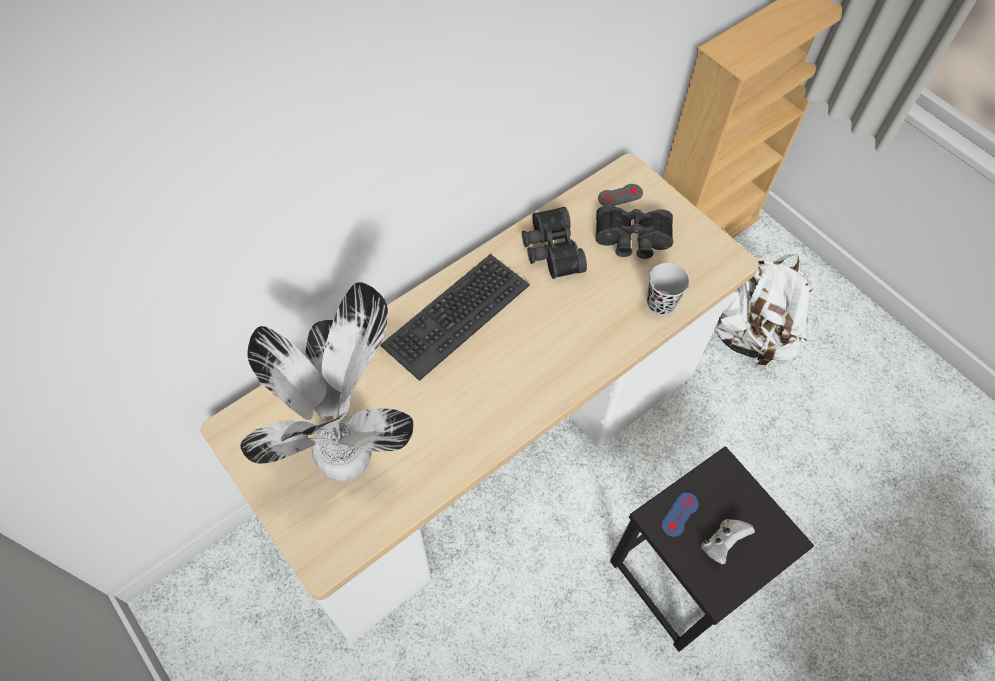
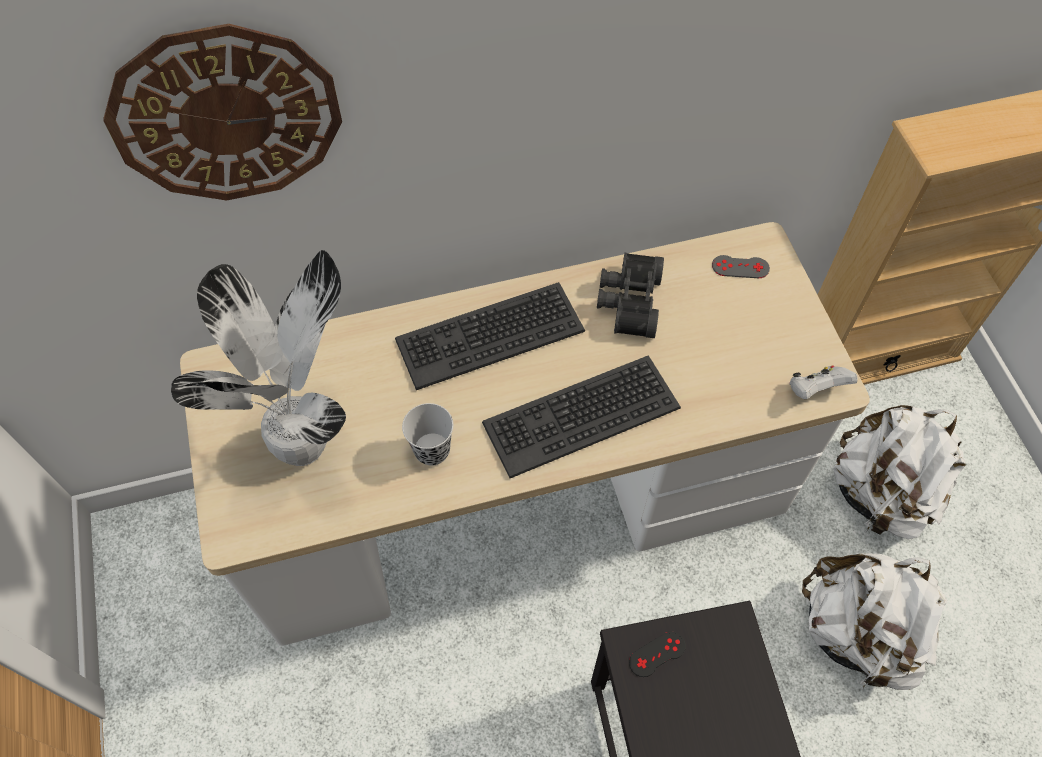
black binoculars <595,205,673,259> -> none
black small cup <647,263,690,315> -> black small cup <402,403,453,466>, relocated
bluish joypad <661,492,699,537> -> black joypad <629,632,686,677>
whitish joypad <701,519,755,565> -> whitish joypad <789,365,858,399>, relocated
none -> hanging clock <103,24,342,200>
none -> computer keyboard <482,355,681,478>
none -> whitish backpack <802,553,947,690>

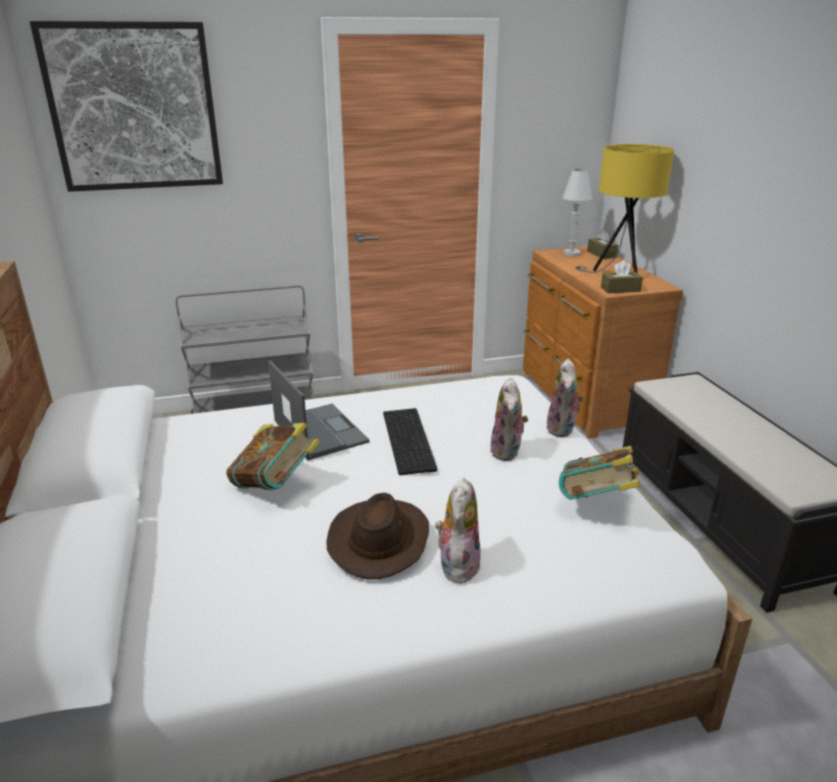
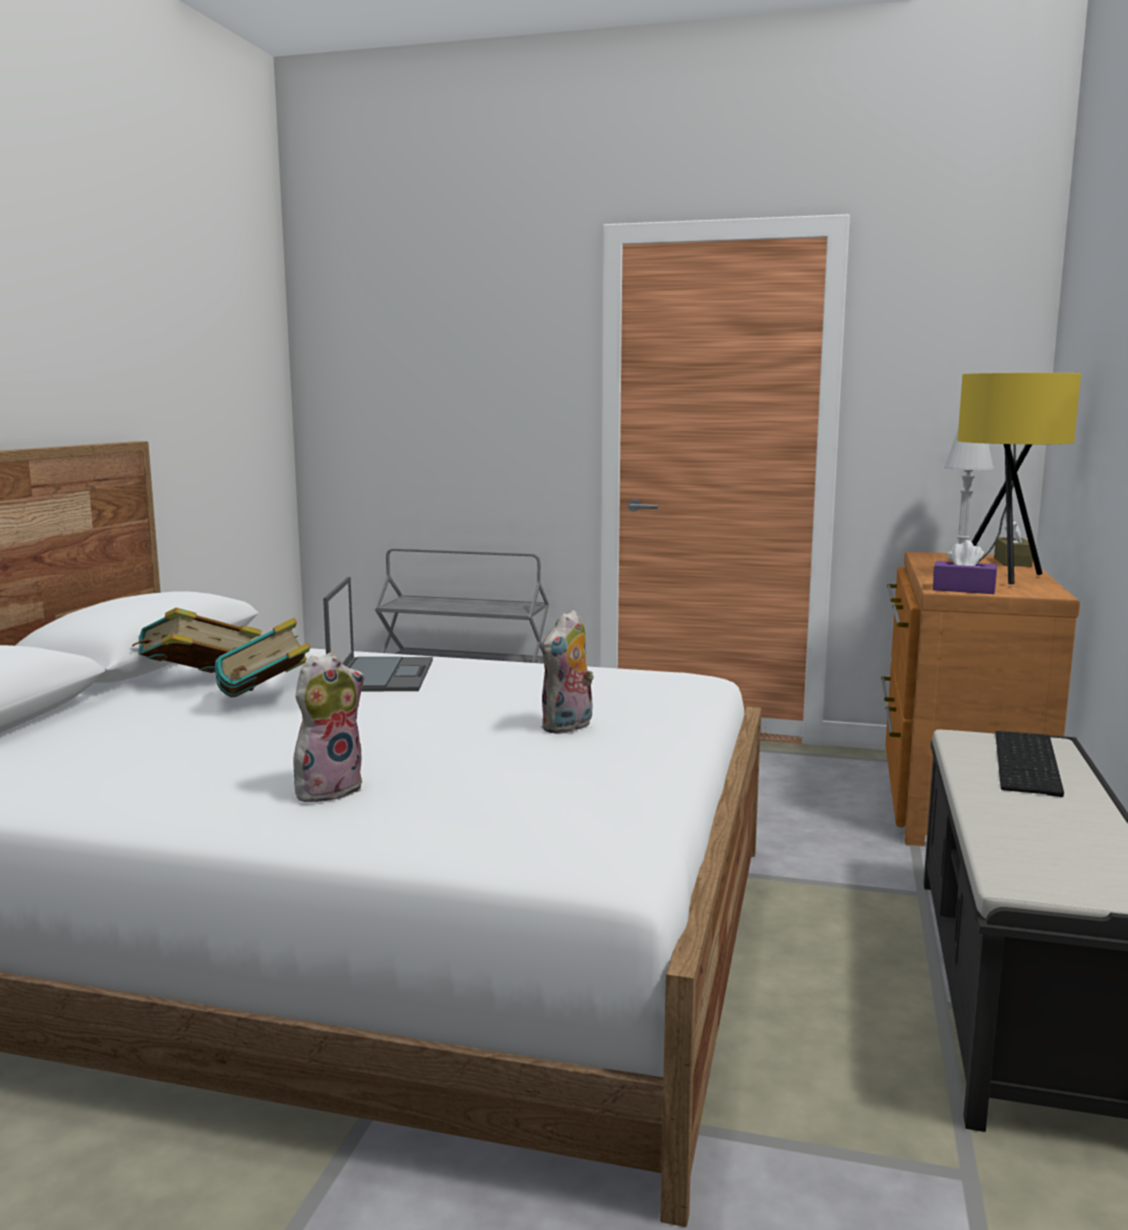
picture <30,21,223,192> -> none
brownish box of tissues <601,260,643,293> -> purple box of tissues <933,540,997,594>
soft toy <547,358,584,437> -> none
computer keyboard <383,408,437,475> -> computer keyboard <995,731,1064,797>, relocated
volume <559,446,640,500> -> volume <132,607,261,673>, relocated
brownish wearable hat <327,493,429,580> -> none

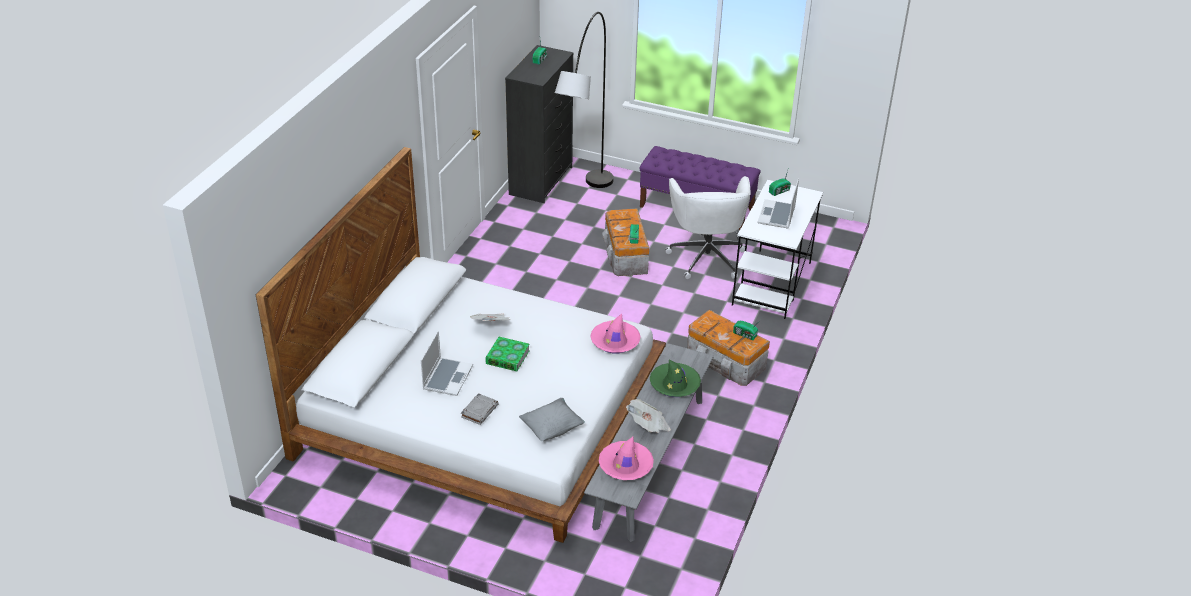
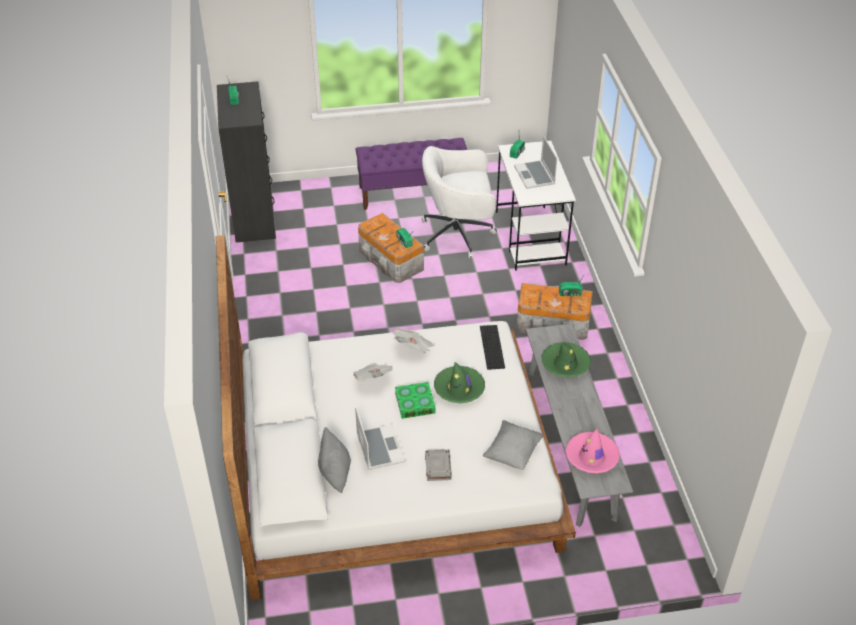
greyish standing lamp <555,12,614,188> -> none
whitish computer chair <665,176,751,279> -> whitish computer chair <421,146,497,258>, 120 degrees clockwise
pink wearable hat <590,314,641,353> -> computer keyboard <480,325,505,370>
printed paper <626,399,671,433> -> printed paper <393,329,435,353>, relocated
none -> green wearable hat <434,362,485,403>
none -> greyish pillow <318,427,351,494>

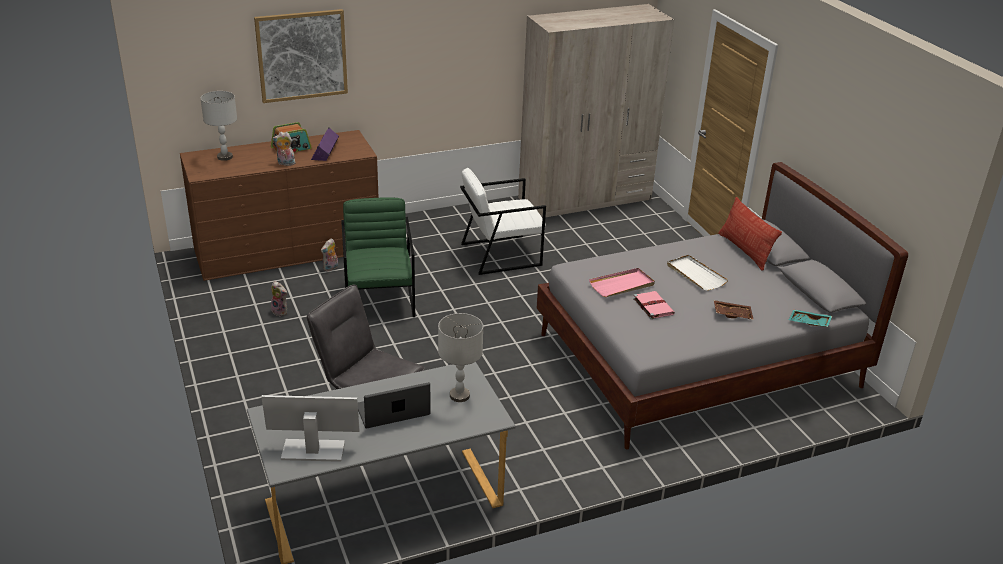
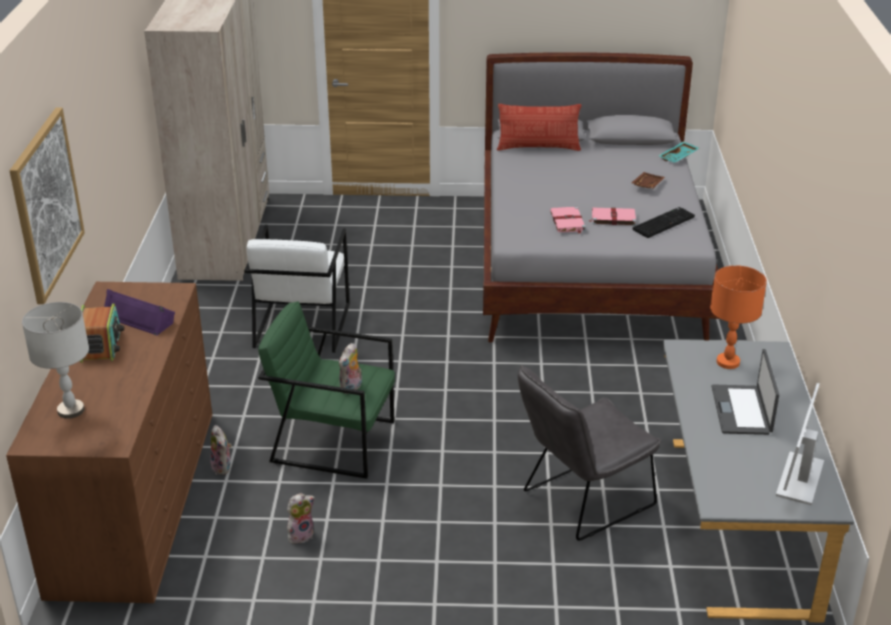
soft toy <273,132,296,166> -> soft toy <339,343,362,394>, relocated
whitish tray <667,255,728,291> -> none
pink tray <589,268,655,297> -> pink volume <550,207,586,234>
greyish tabletop lamp <438,313,483,402> -> orange tabletop lamp <710,265,767,369>
none -> computer keyboard <632,207,695,238>

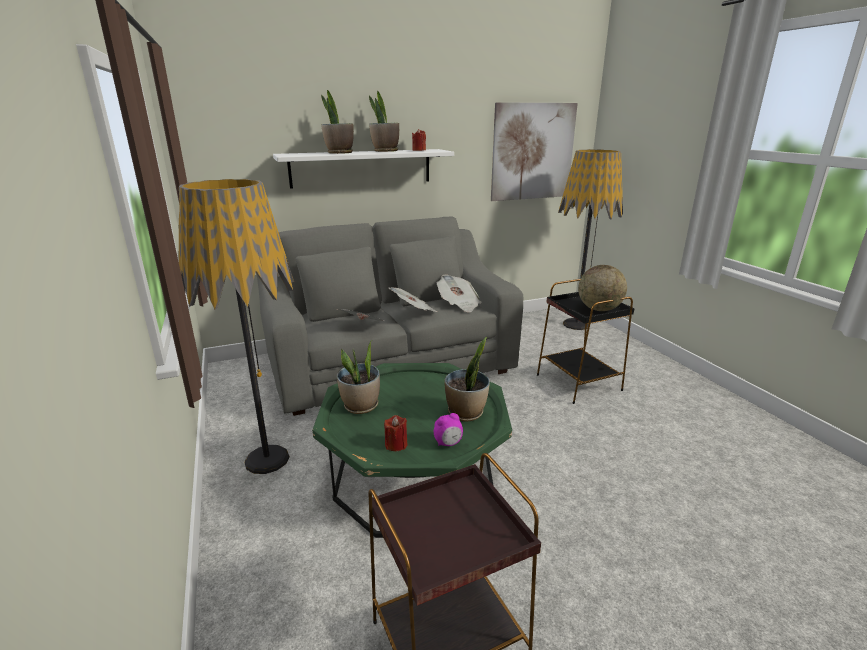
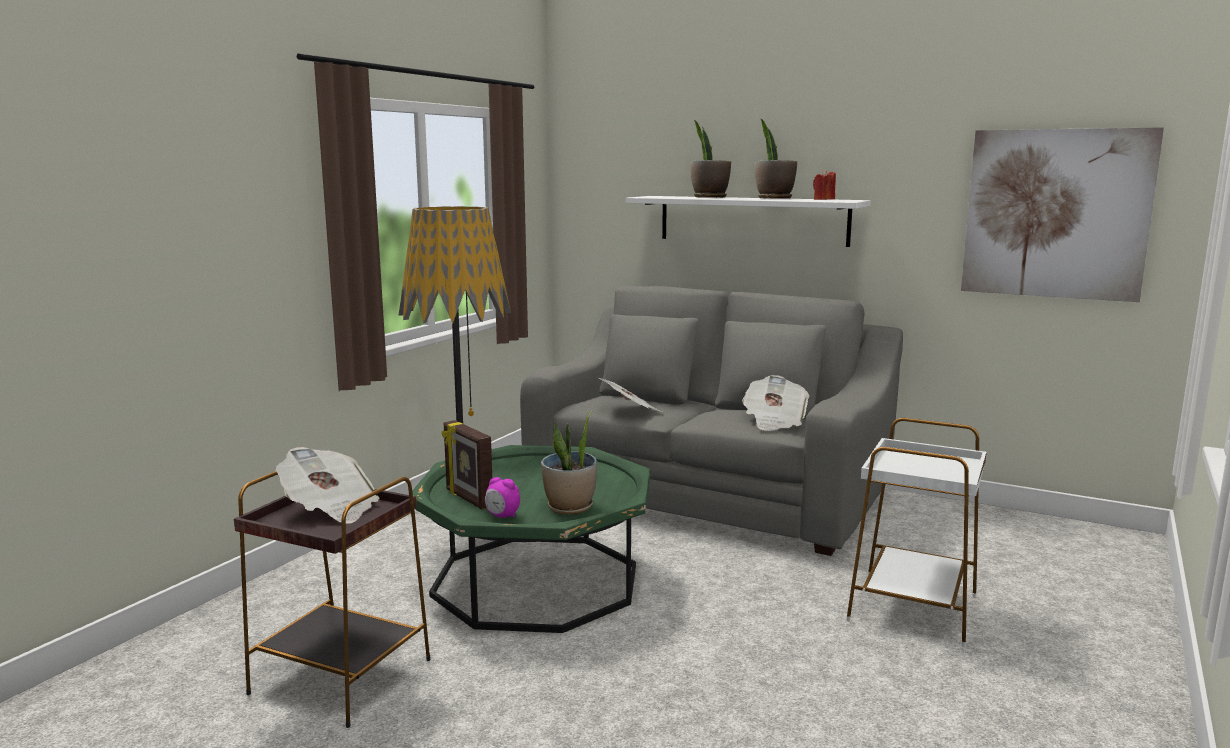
standing lamp <558,149,623,330> -> none
desk globe <578,265,627,311> -> none
black accent table <537,279,635,404> -> whitish accent table <846,418,987,647>
printed paper <389,287,438,312> -> printed paper <276,447,380,524>, relocated
plant in a pot <337,340,380,414> -> none
red-coloured candle <384,415,407,451> -> photo frame <442,420,492,509>

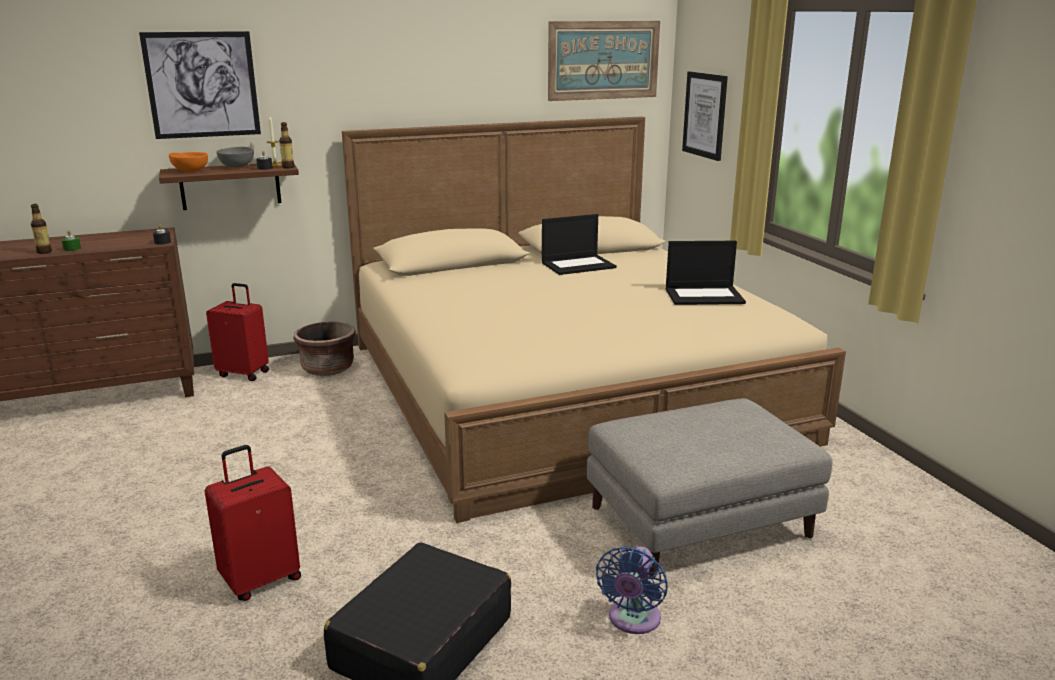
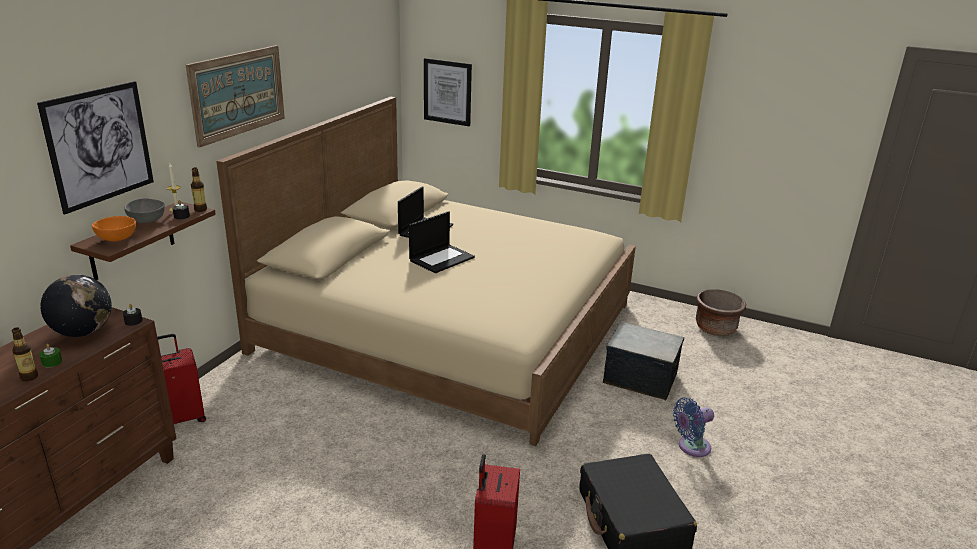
picture <548,21,660,101> -> picture <186,45,285,147>, relocated
laptop <666,241,746,305> -> laptop <409,211,475,273>, relocated
brownish flower pot <294,322,356,376> -> brownish flower pot <696,289,746,336>, relocated
greyish pouffe <587,398,832,578> -> storage box <603,322,684,400>
bluish cooling fan <596,546,668,634> -> bluish cooling fan <673,397,714,457>, 90 degrees clockwise
none -> desk globe <40,275,112,337>

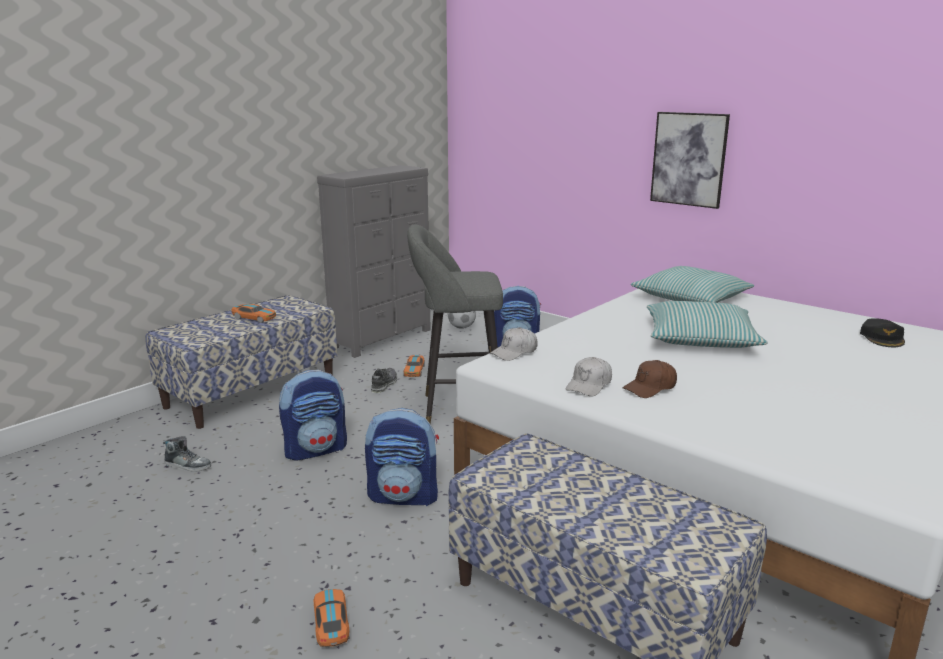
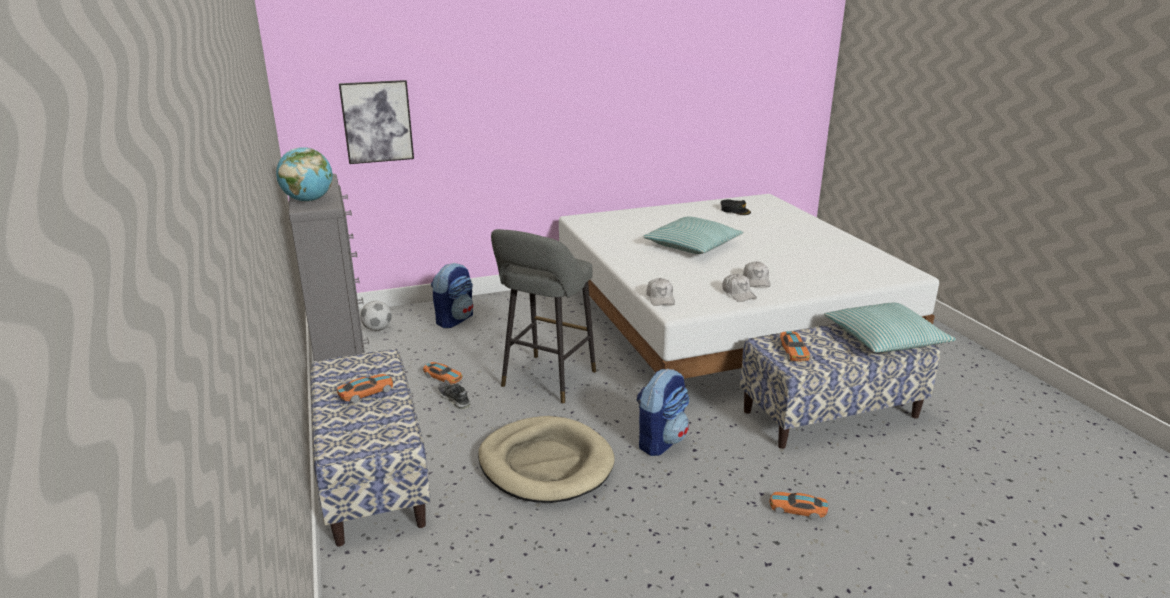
picture <650,112,730,209> -> picture <339,80,414,164>, relocated
pillow <631,266,754,303> -> pillow <824,303,956,353>, relocated
brownish cap <623,360,677,398> -> whitish cap <743,261,770,287>
backpack <279,370,347,461> -> sand-coloured dog cushion <478,416,615,503>
shoe <163,436,211,471> -> none
none -> desk globe <276,147,333,202>
none -> miniature car <779,331,810,362>

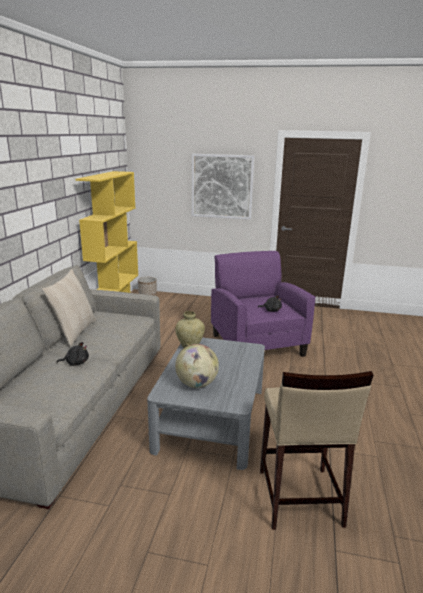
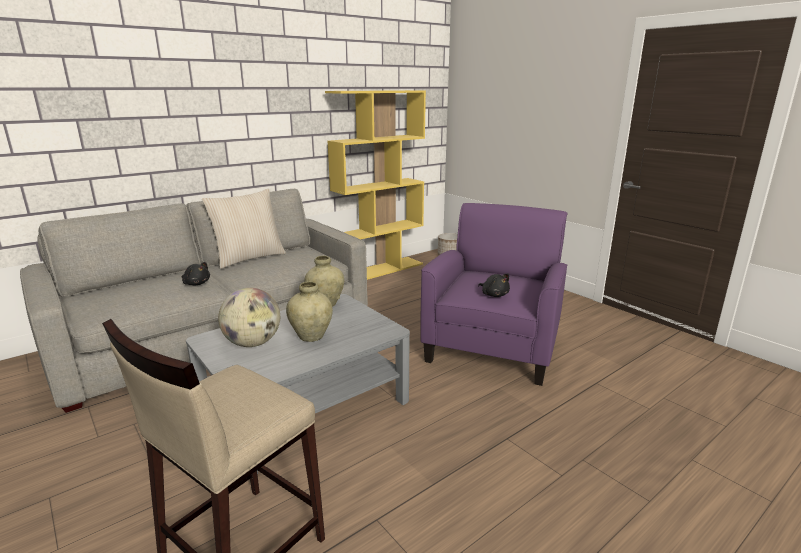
picture <192,154,254,220> -> none
none -> sand-coloured vase <286,282,333,342>

